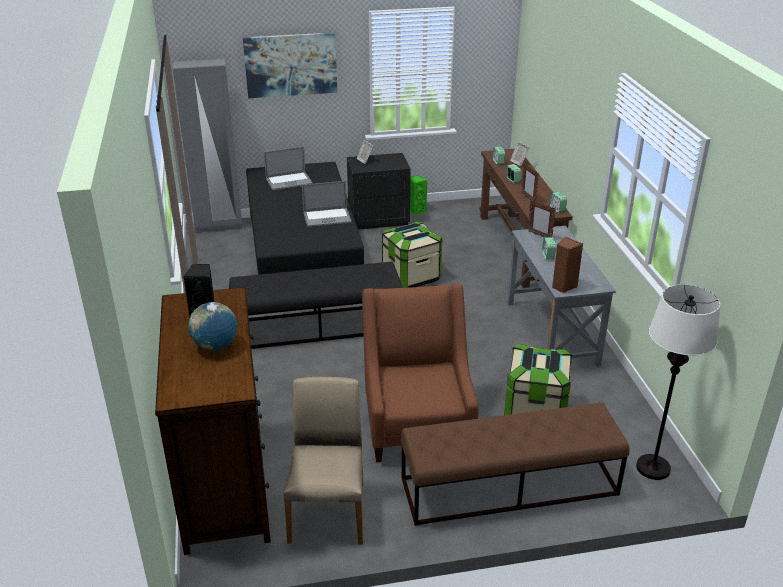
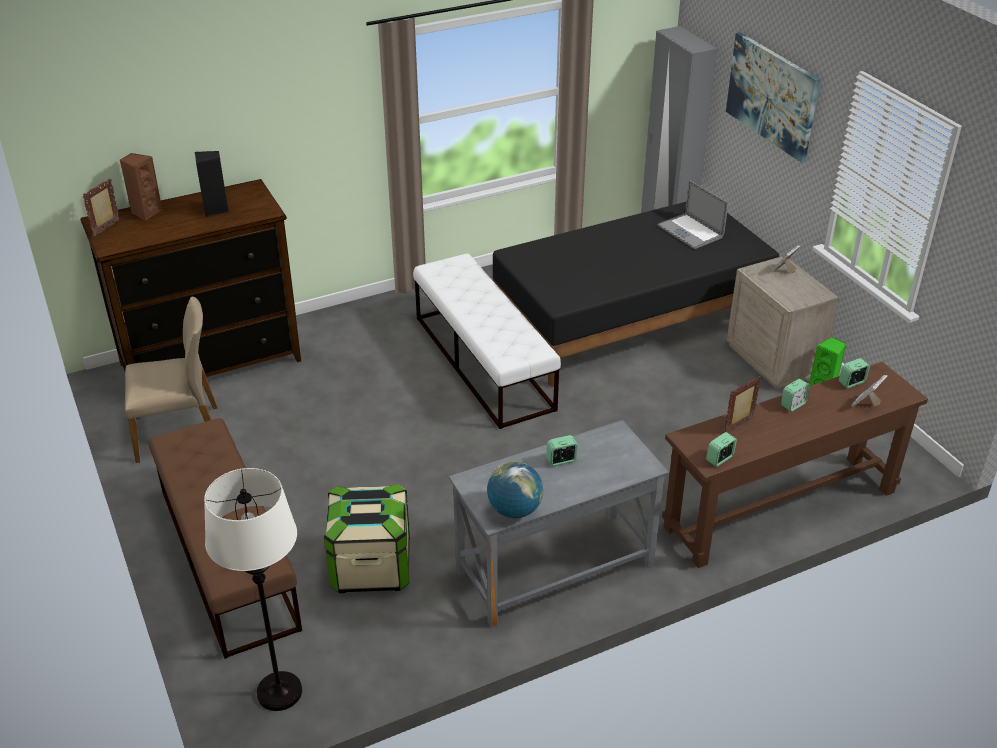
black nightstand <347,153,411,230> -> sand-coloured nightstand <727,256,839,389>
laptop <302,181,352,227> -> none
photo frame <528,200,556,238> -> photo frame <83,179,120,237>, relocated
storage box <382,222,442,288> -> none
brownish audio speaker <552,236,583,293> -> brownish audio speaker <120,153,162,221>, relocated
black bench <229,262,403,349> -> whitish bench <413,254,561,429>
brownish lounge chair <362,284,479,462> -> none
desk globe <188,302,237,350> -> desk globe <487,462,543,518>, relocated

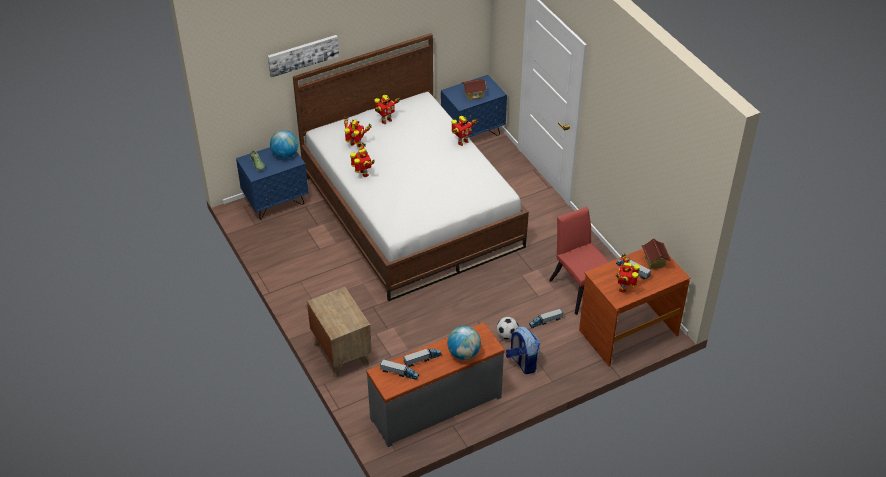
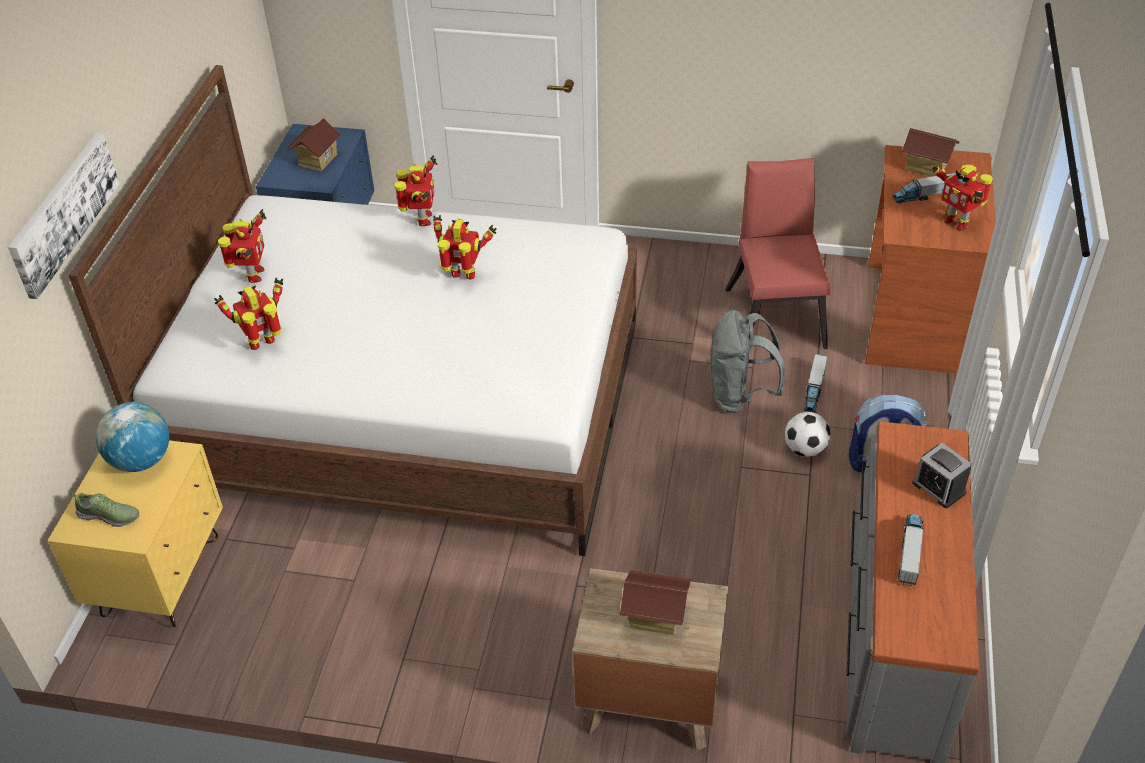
model robot <350,143,375,177> -> model robot <433,215,496,279>, relocated
bluish nightstand <236,147,309,219> -> yellow-coloured nightstand <47,440,223,628>
red-coloured plain chair <549,206,609,315> -> red-coloured plain chair <725,158,831,349>, 75 degrees clockwise
desk globe <447,326,481,360> -> bedside clock <912,443,971,508>
model truck <380,359,419,380> -> none
none -> greyish backpack <710,310,785,413>
none -> miniature house <619,570,691,635>

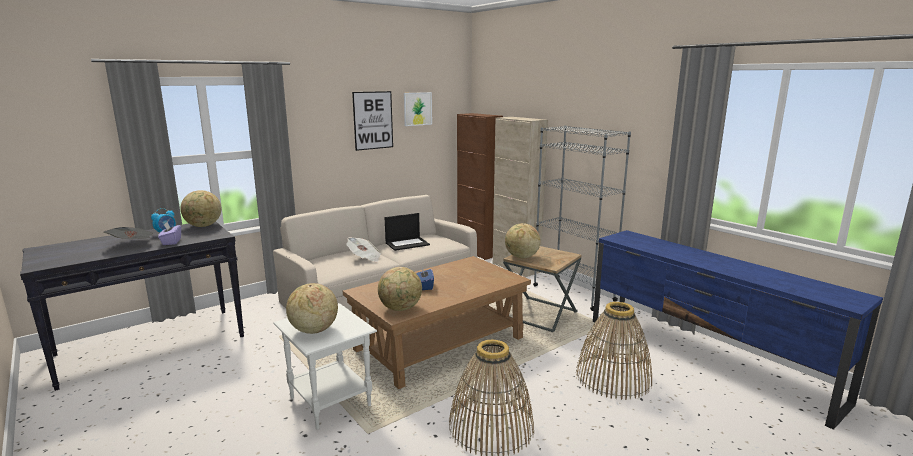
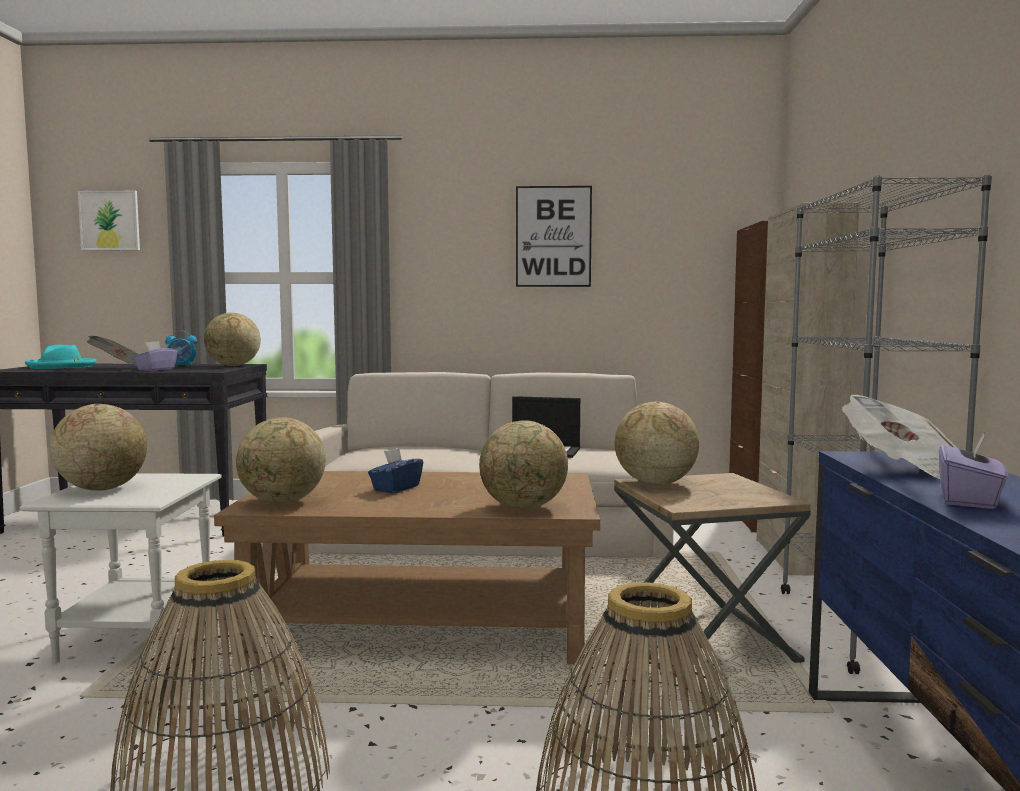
picture <404,92,432,126> -> picture <78,191,140,250>, relocated
printed paper <346,237,381,262> -> printed paper <842,395,957,479>, relocated
none -> blue-green wearable hat <25,345,97,369>
none -> desk globe <479,421,568,509>
none -> purple box of tissues <939,433,1008,509>

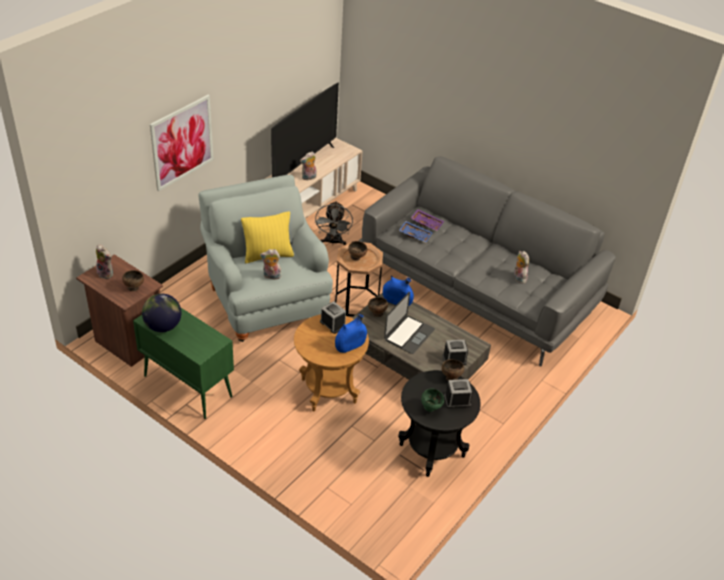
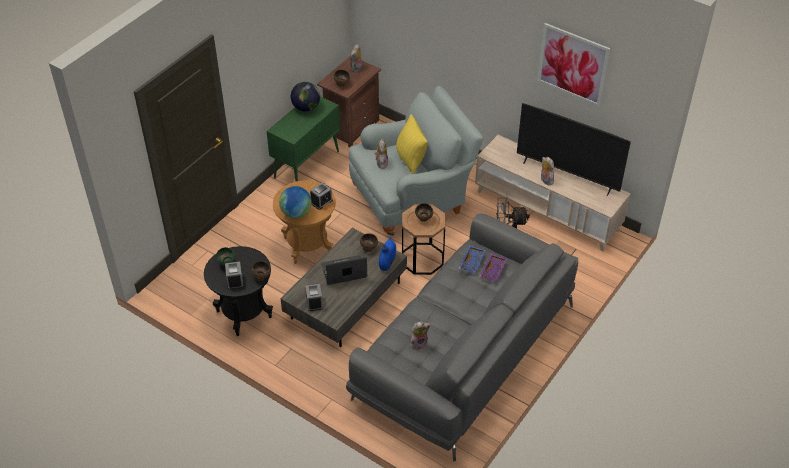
picture <150,95,214,191> -> picture <537,23,610,107>, relocated
laptop <384,292,435,354> -> laptop <321,255,367,285>, 135 degrees clockwise
bluish vase <335,314,367,353> -> desk globe <279,186,312,219>

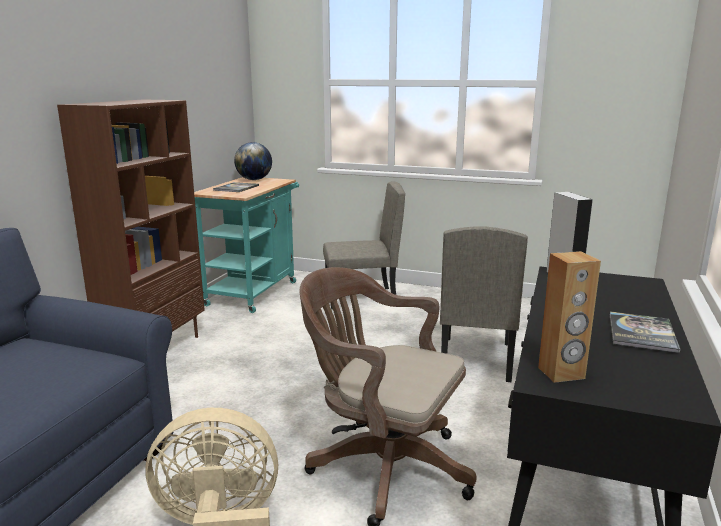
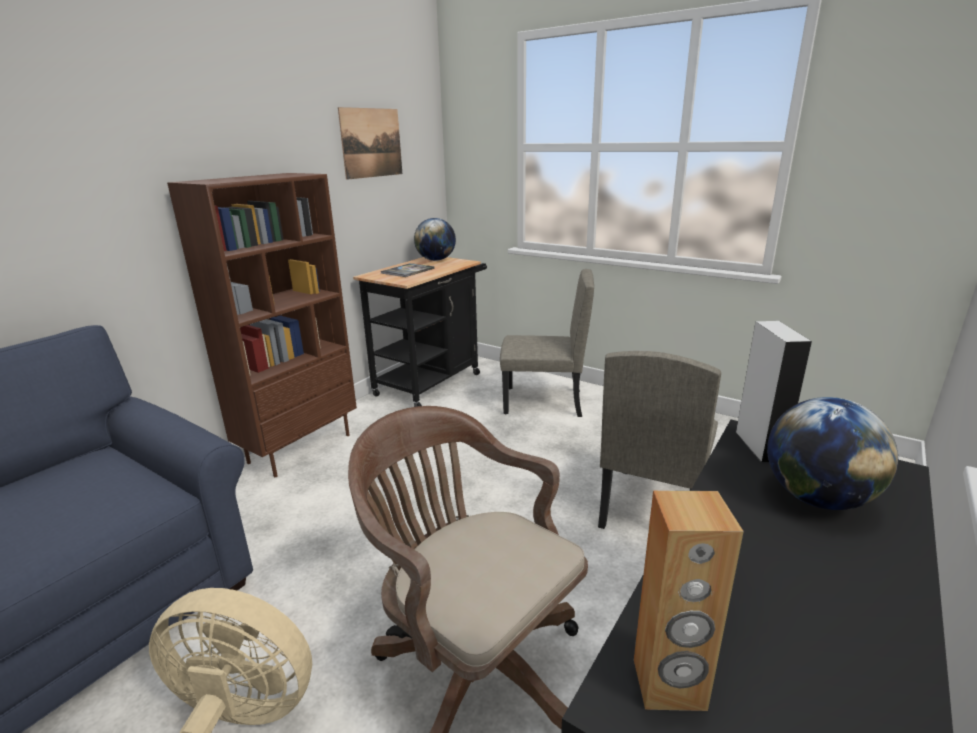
blue-green cart <194,177,299,313> -> black cart <353,257,487,407>
volume <610,311,681,353> -> none
none -> picture <338,107,402,180>
none -> desk globe <767,397,898,510>

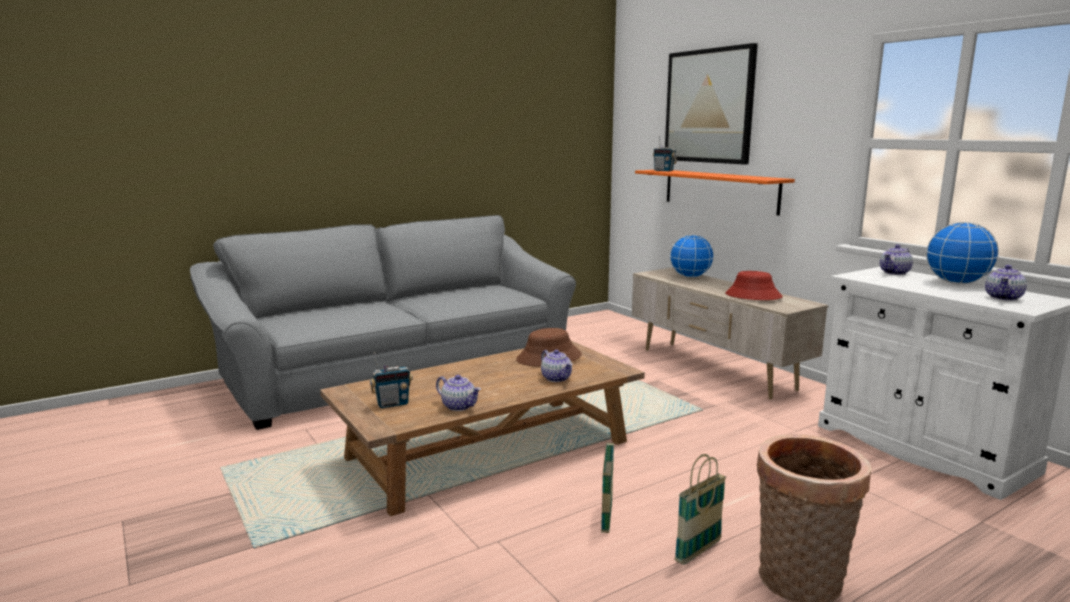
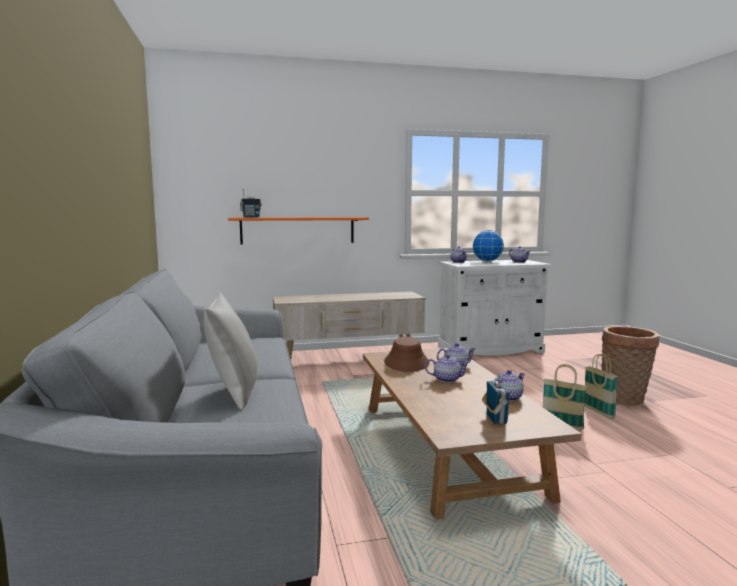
picture <665,43,758,165> -> none
desk globe <670,234,714,278> -> none
red-coloured wearable hat <725,271,782,300> -> none
none -> greyish pillow <204,292,258,410>
none -> tea pot <425,354,470,383>

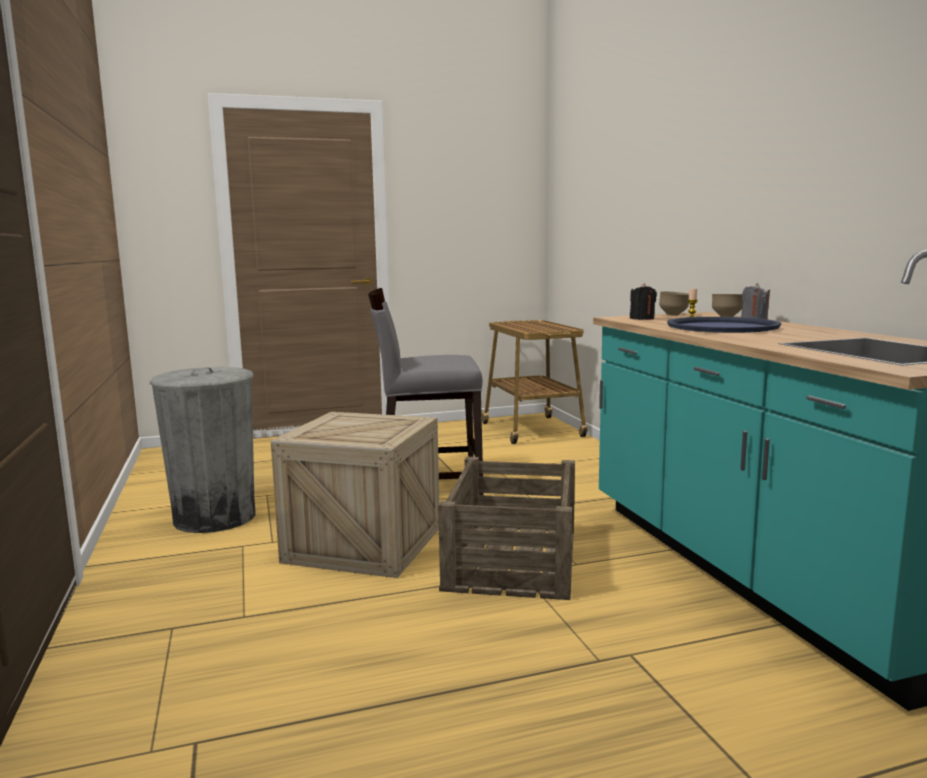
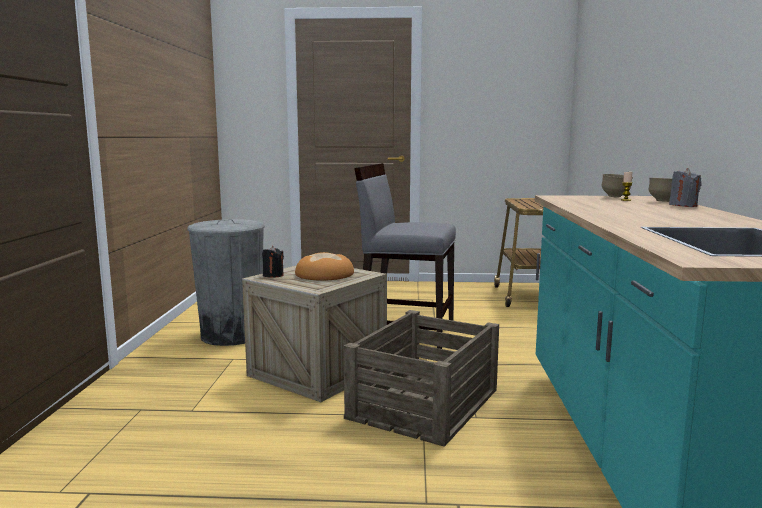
black candle <630,283,657,320> -> black candle <262,246,284,278>, relocated
bluish tray <667,317,781,333> -> none
none -> bakery bread <295,252,354,281>

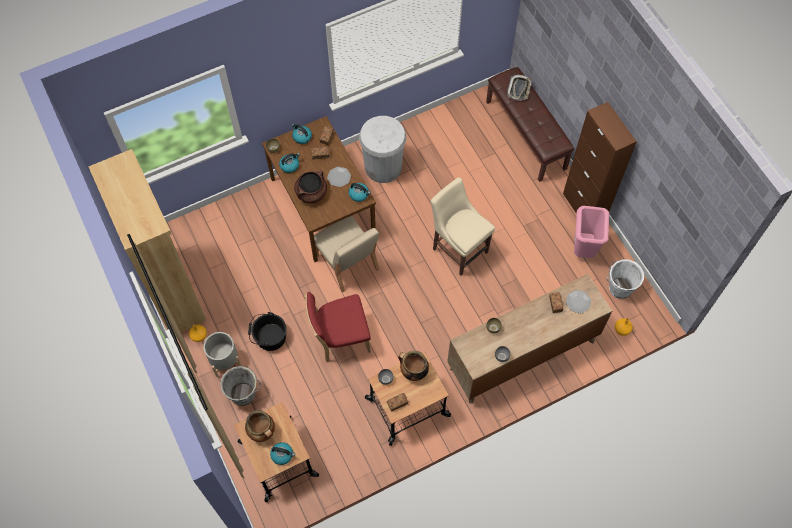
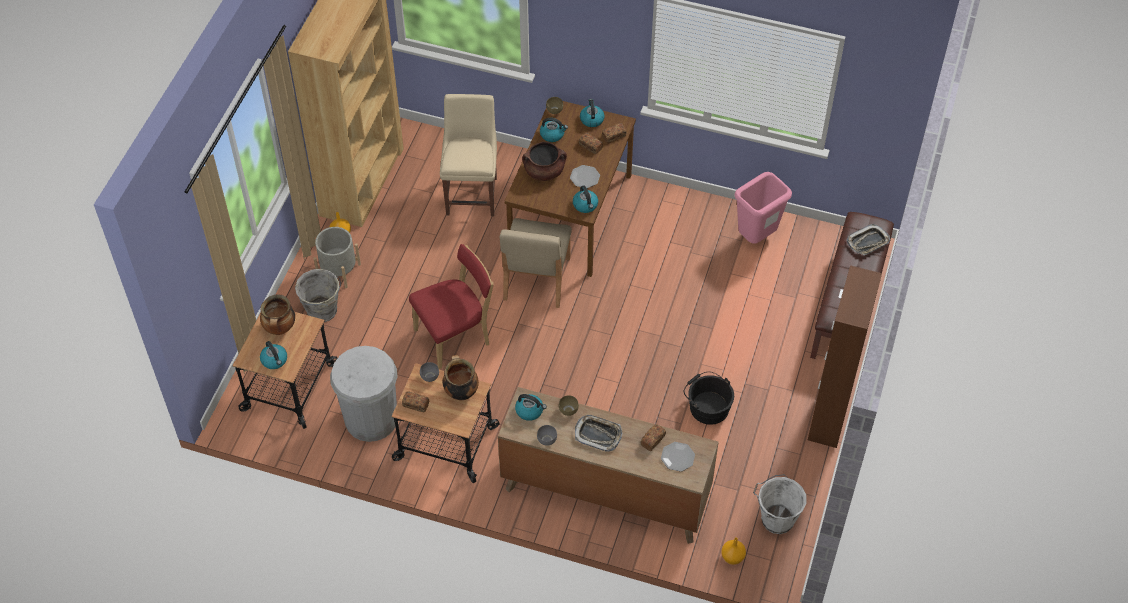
whitish waste bin <359,116,406,183> -> whitish waste bin <330,346,397,442>, relocated
sand-coloured plain chair <431,177,495,276> -> sand-coloured plain chair <440,94,497,217>, relocated
pink waste bin <574,206,609,258> -> pink waste bin <735,172,792,243>, relocated
red-coloured plain chair <304,292,371,362> -> red-coloured plain chair <409,244,494,369>, 120 degrees clockwise
black pail <248,312,287,351> -> black pail <684,372,734,425>, relocated
none -> kettle <515,394,547,421>
none -> tray <575,415,622,452>

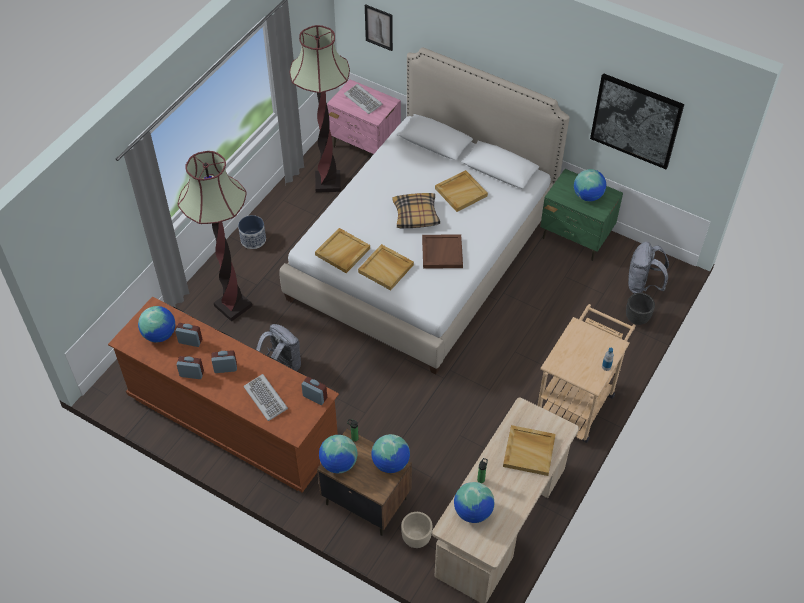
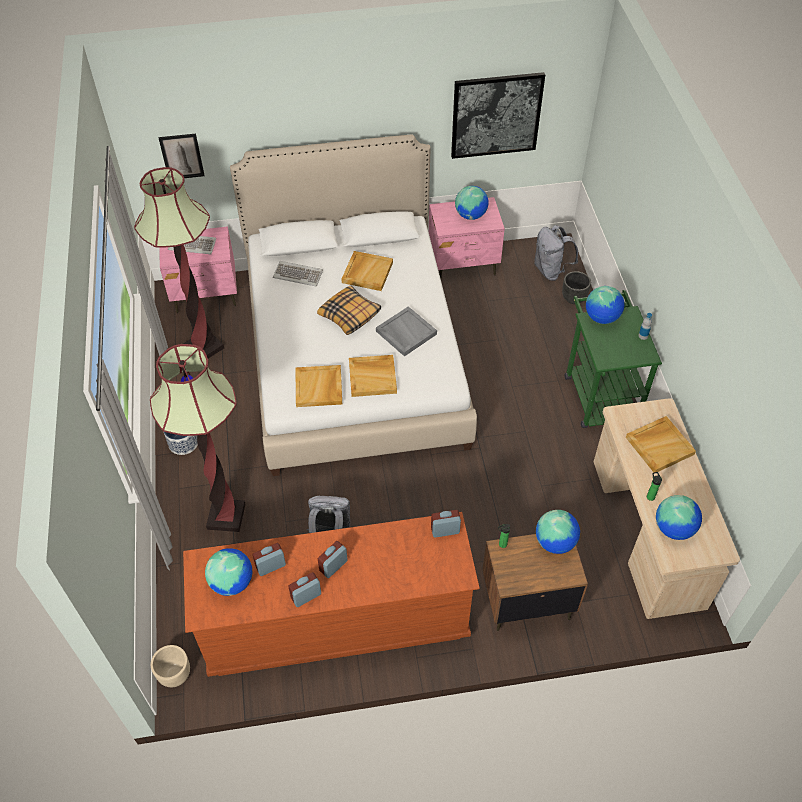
green nightstand <540,169,623,261> -> pink nightstand <429,197,505,279>
brownish tray <422,234,463,269> -> greyish tray <376,306,437,356>
sand-coloured cart <537,304,636,443> -> green cart <564,290,662,428>
computer keyboard <244,374,288,421> -> computer keyboard <273,261,323,286>, relocated
desk globe <319,435,357,473> -> desk globe <586,286,625,324>, relocated
sand-coloured flower pot <401,512,432,548> -> sand-coloured flower pot <151,645,190,687>, relocated

